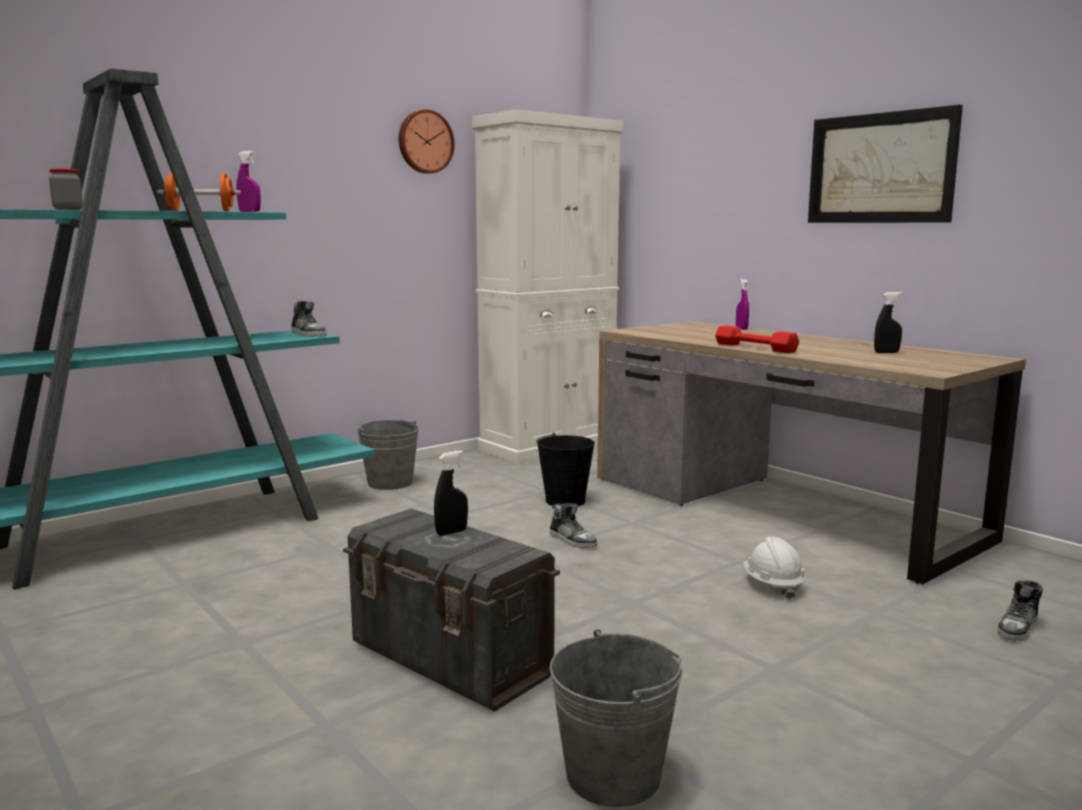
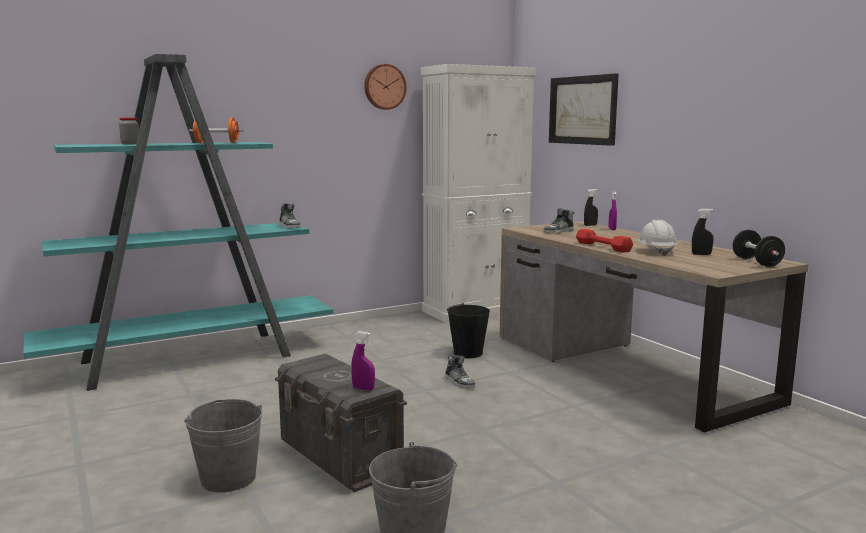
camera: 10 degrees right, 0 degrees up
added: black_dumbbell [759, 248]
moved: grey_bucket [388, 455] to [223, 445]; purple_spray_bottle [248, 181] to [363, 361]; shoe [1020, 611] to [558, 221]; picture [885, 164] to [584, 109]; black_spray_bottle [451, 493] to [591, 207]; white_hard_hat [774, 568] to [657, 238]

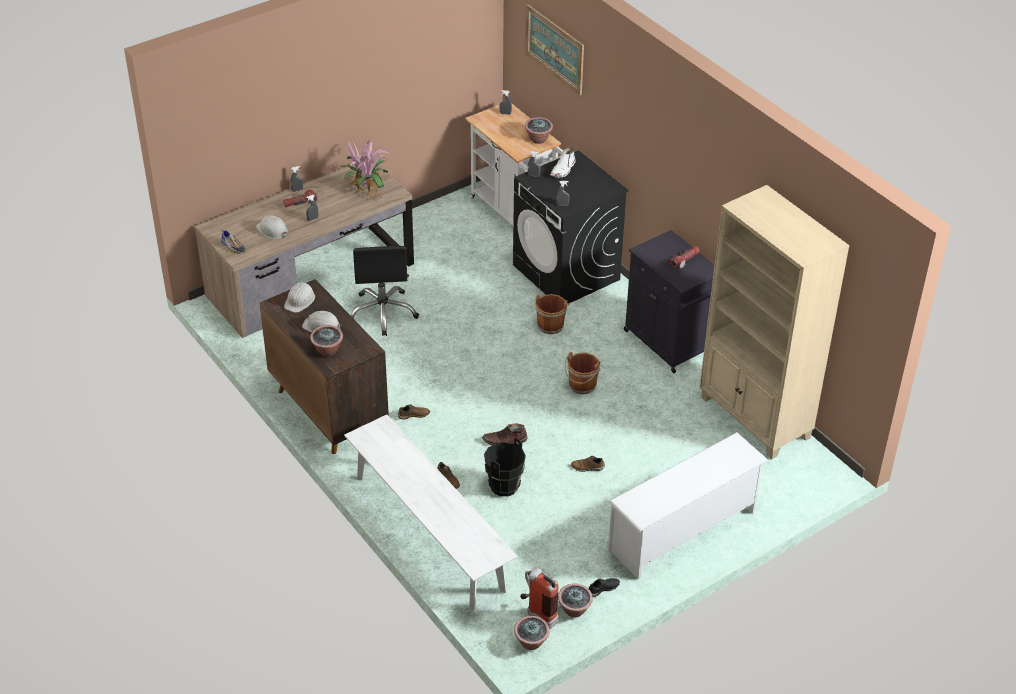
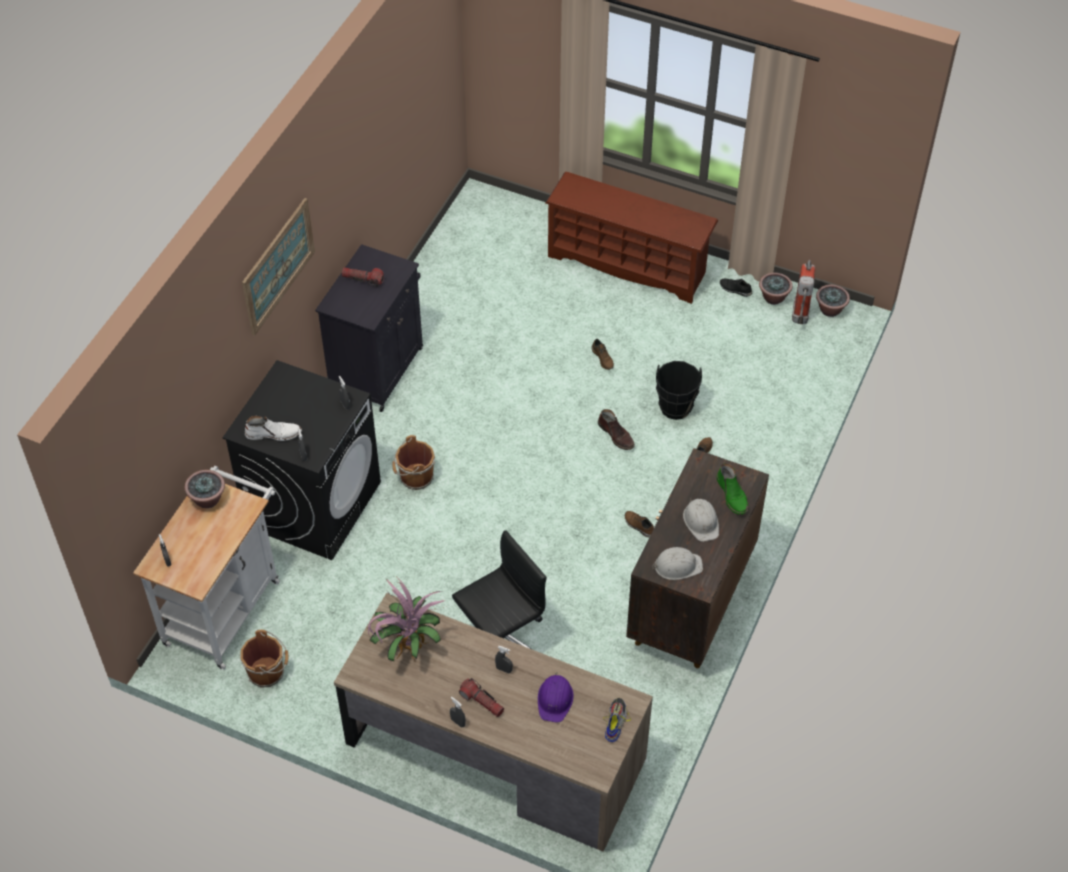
camera: 120 degrees left, 10 degrees up
removed: white_bench [431, 512]; beige_bookcase [775, 322]
moved: brown_bucket [583, 373] to [264, 659]; picture [554, 49] to [278, 267]
replaced: potted_plant [326, 341] to green_boot [732, 489]
recoloured: white_hard_hat [272, 227] to purple_hard_hat [556, 697]; white_shoe_rack [688, 505] to brown_shoe_rack [632, 238]

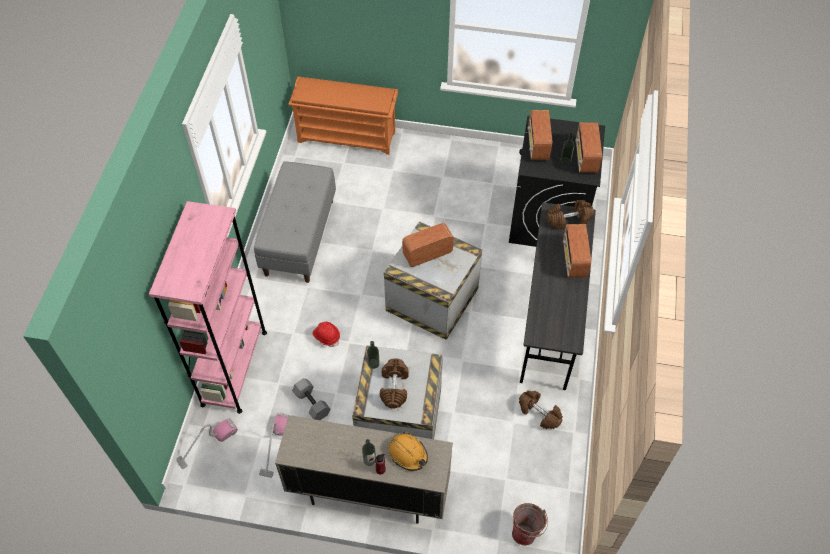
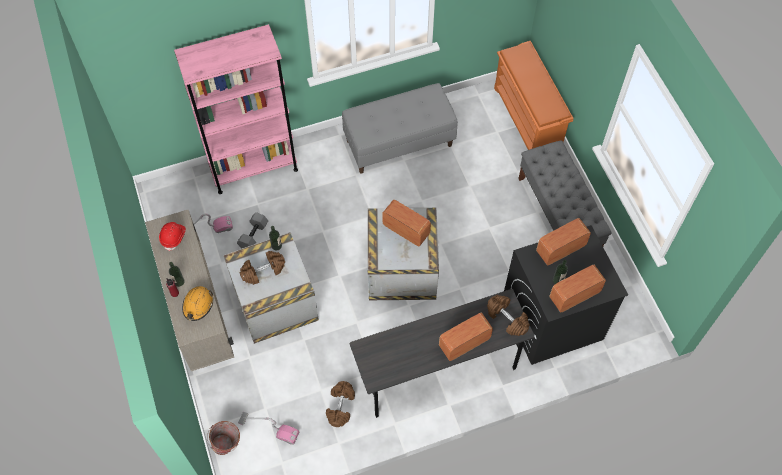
camera: 60 degrees right, 5 degrees up
added: grey_bench [565, 193]
moved: red_hard_hat [326, 334] to [172, 236]; vacuum_cleaner [207, 444] to [269, 428]

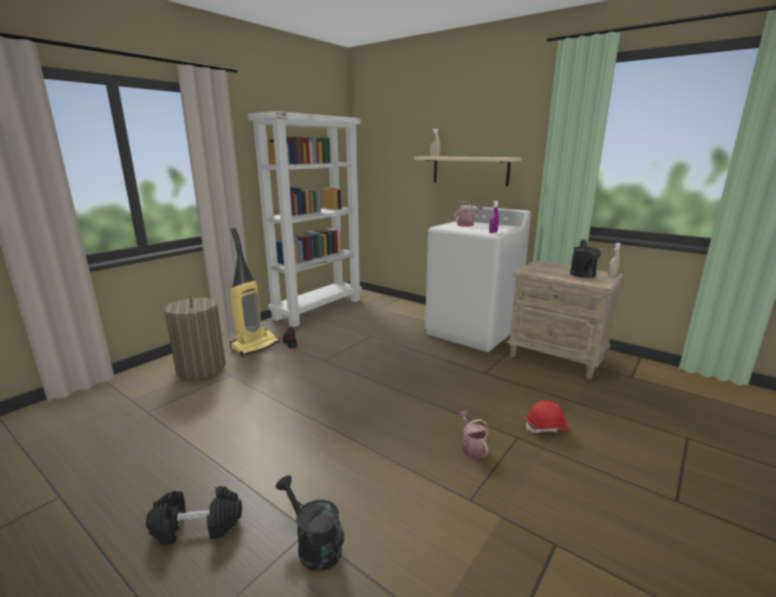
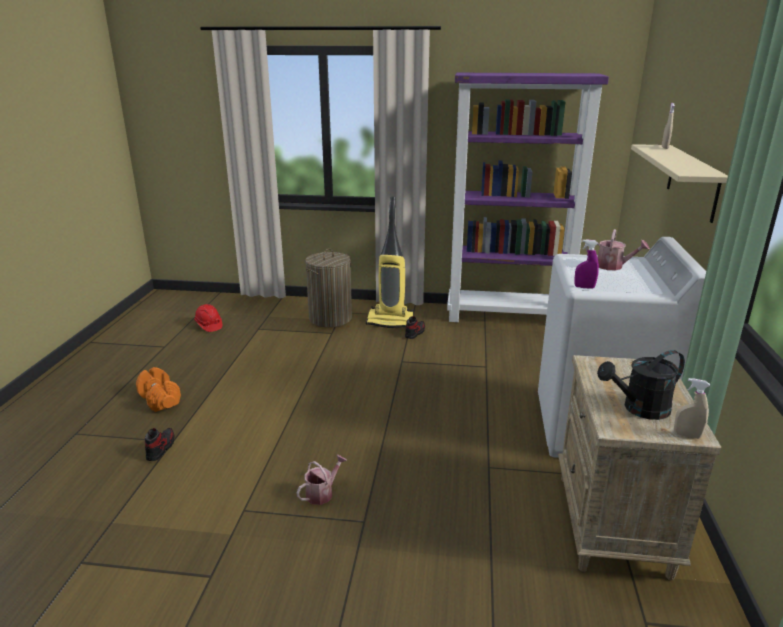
camera: 60 degrees right, 5 degrees up
moved: red_hard_hat [548, 416] to [208, 318]
replaced: black_watering_can [310, 523] to shoe [159, 444]
recoloured: black_dumbbell [194, 515] to orange_dumbbell [158, 389]; white_bookcase [304, 219] to purple_bookcase [528, 197]

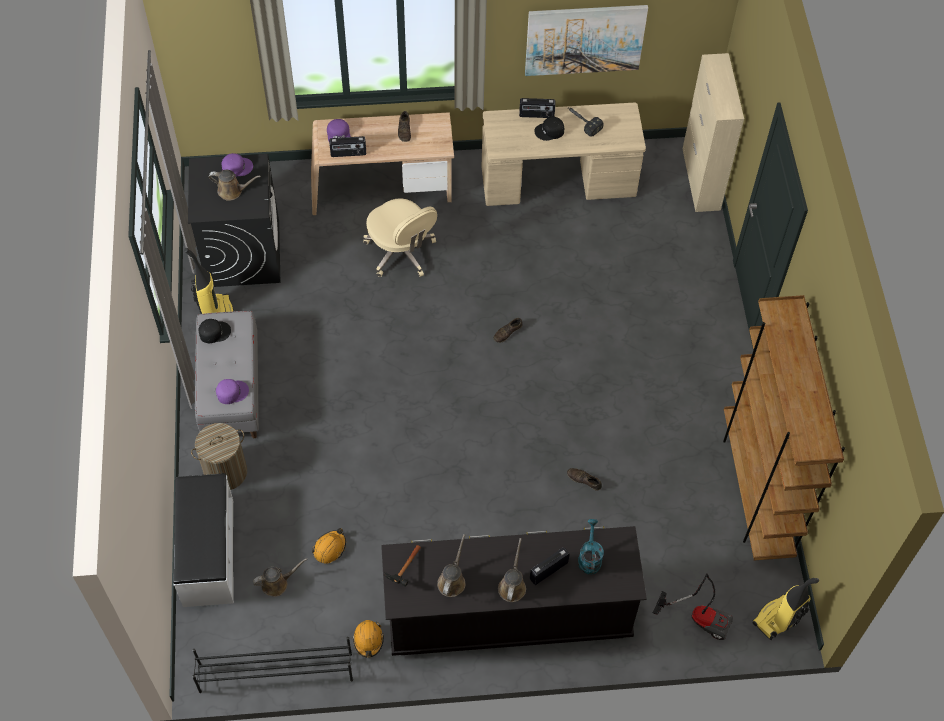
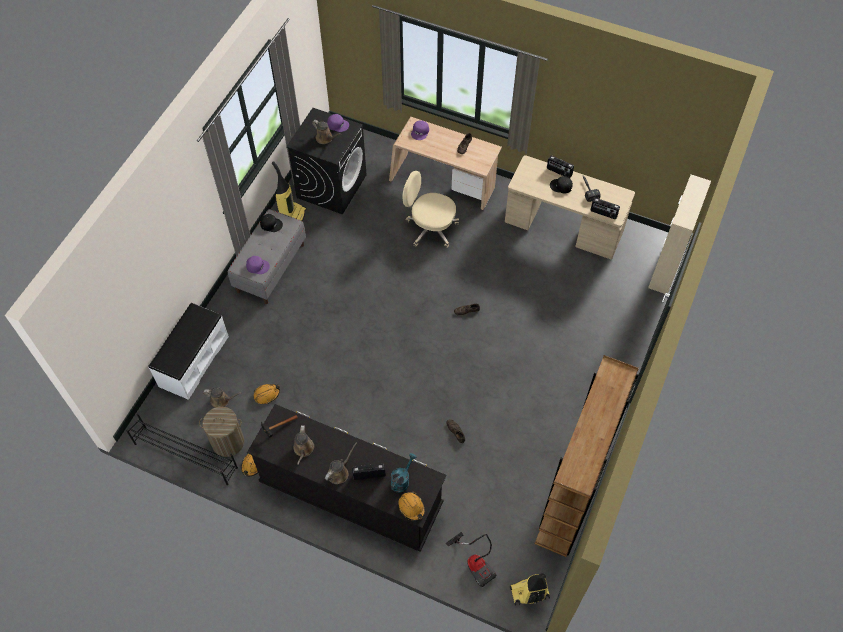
camera: 30 degrees right, 0 degrees up
removed: picture [586, 40]
added: orange_hard_hat [411, 506]
moved: laundry_basket [219, 456] to [221, 432]; radio [347, 146] to [605, 208]
turned: brown_watering_can [451, 565] = [304, 445] 135 degrees clockwise; beige_office_chair [400, 237] = [430, 209] 120 degrees clockwise

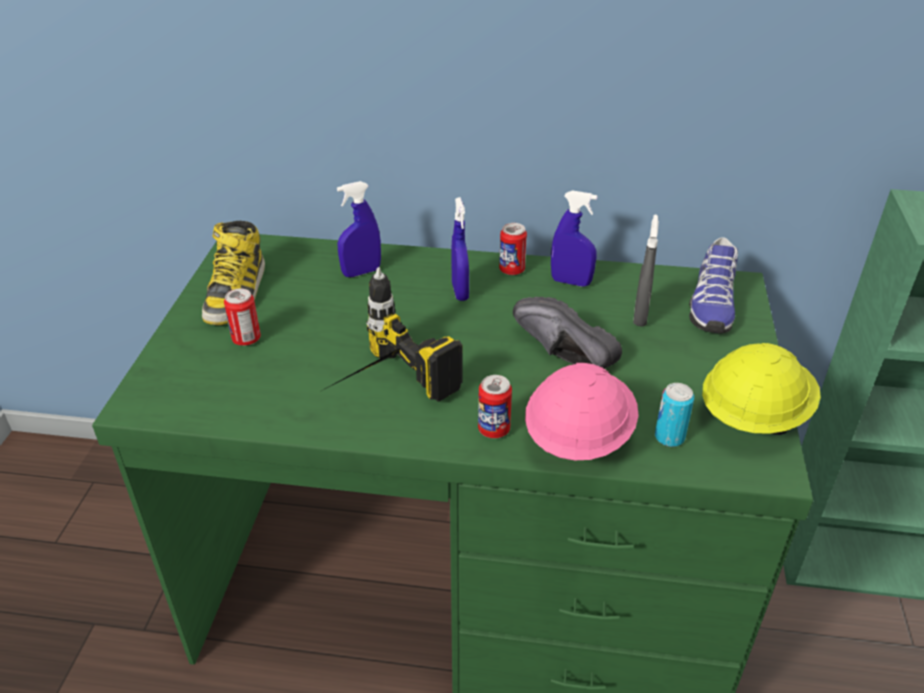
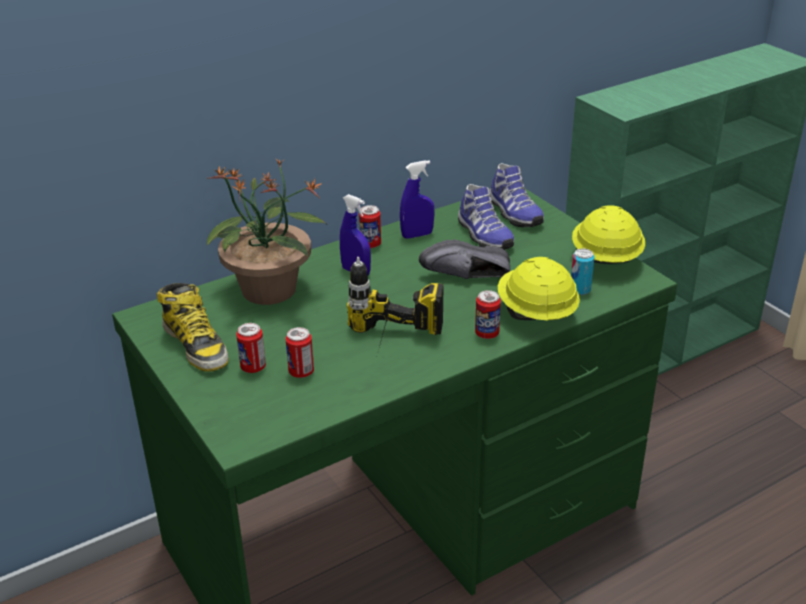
camera: 40 degrees left, 5 degrees down
added: can [299, 352]
replaced: blue_spray_bottle [359, 229] to potted_plant [266, 232]; grey_spray_bottle [646, 271] to shoe [486, 217]
recoloured: pink_hard_hat [582, 411] to yellow_hard_hat [539, 288]

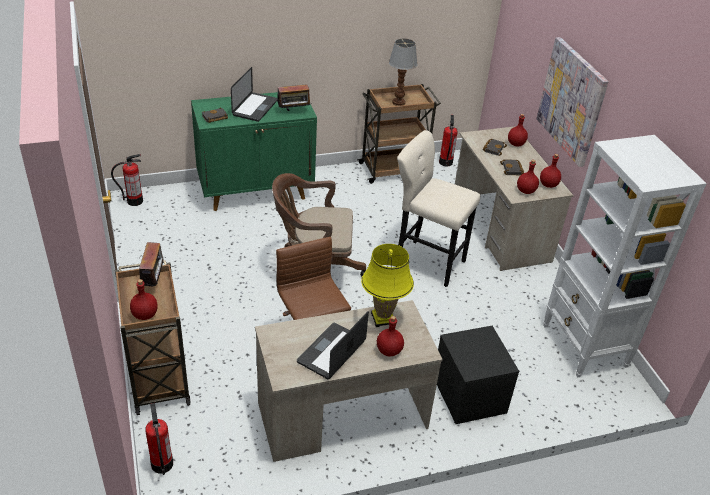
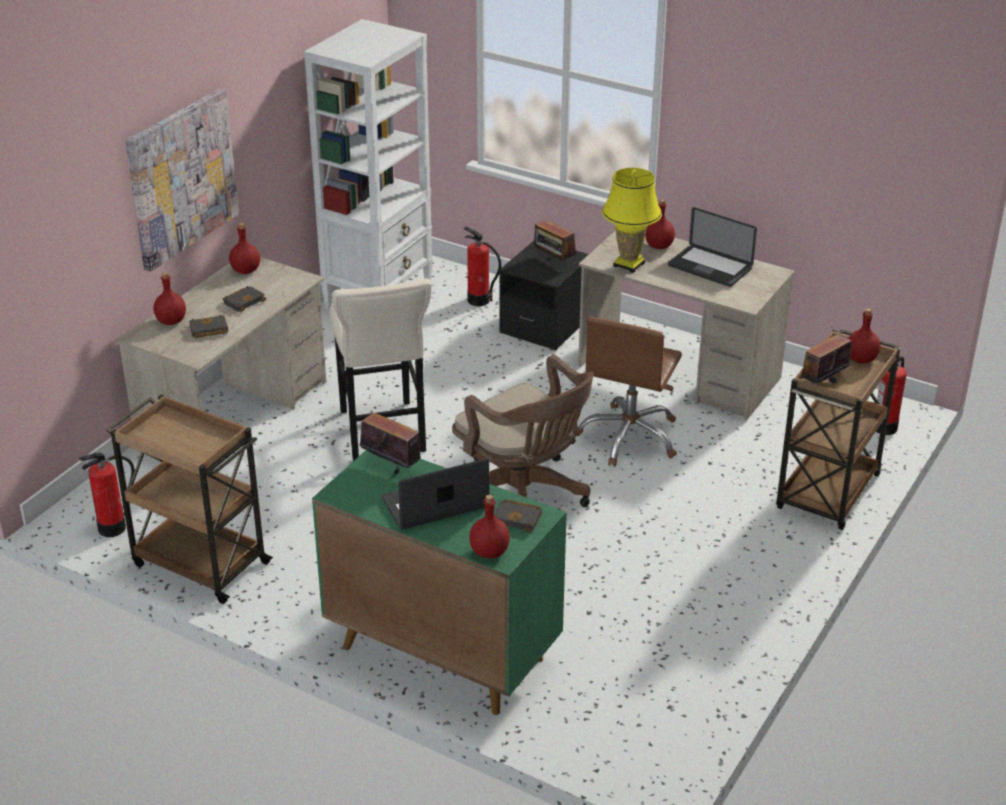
camera: 130 degrees left, 5 degrees down
removed: table_lamp [403, 72]
added: radio [555, 240]
moved: fire_extinguisher [127, 180] to [482, 266]; red_bottle [528, 177] to [489, 526]
turned: laptop [333, 345] = [712, 247] 45 degrees clockwise

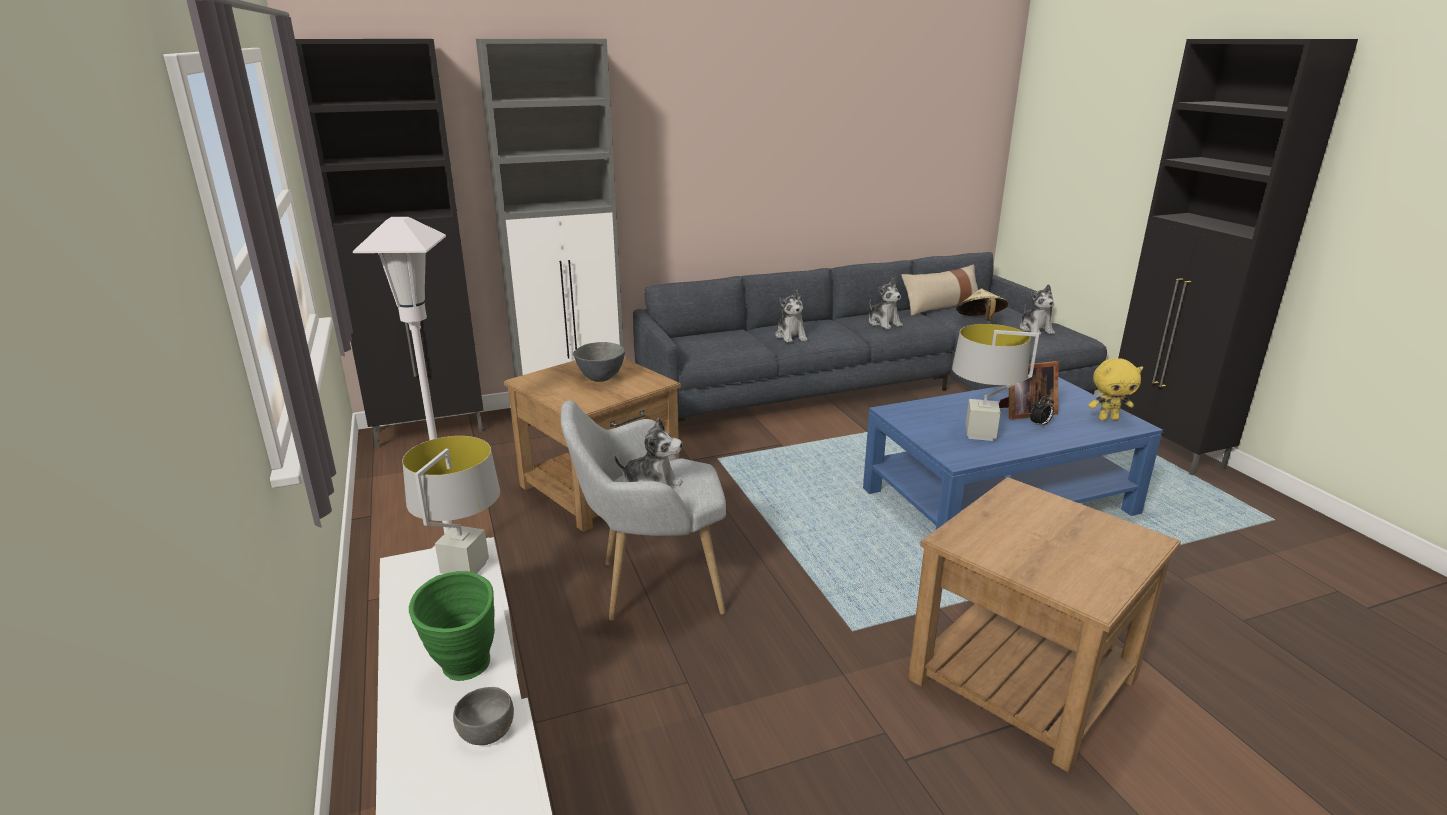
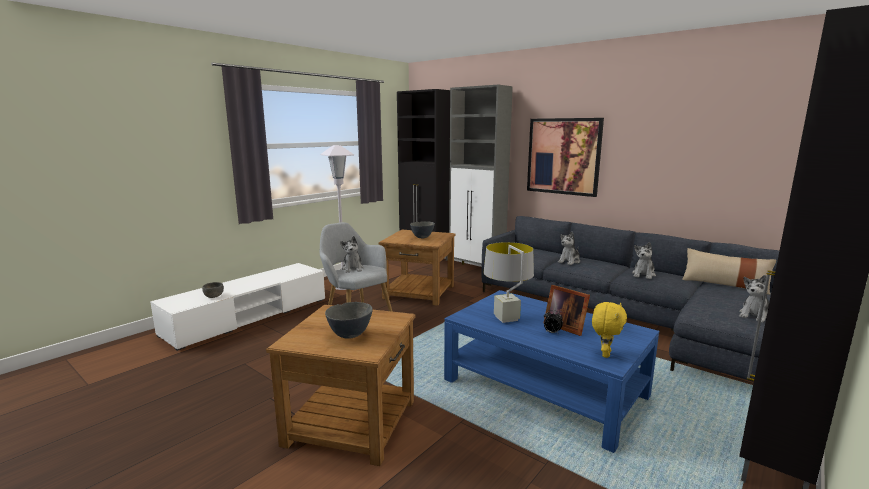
camera: 60 degrees right, 10 degrees down
removed: grey_table_lamp [451, 505]; green_vase [452, 626]; beige_hat [982, 304]
added: grey_bowl [349, 320]; picture [565, 157]
turned: yellow_plush_toy [1115, 389] = [609, 330] 120 degrees counterclockwise

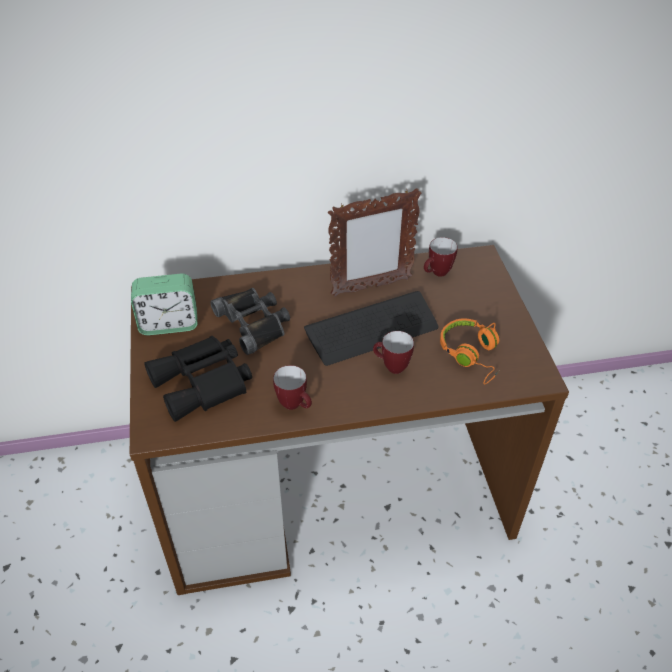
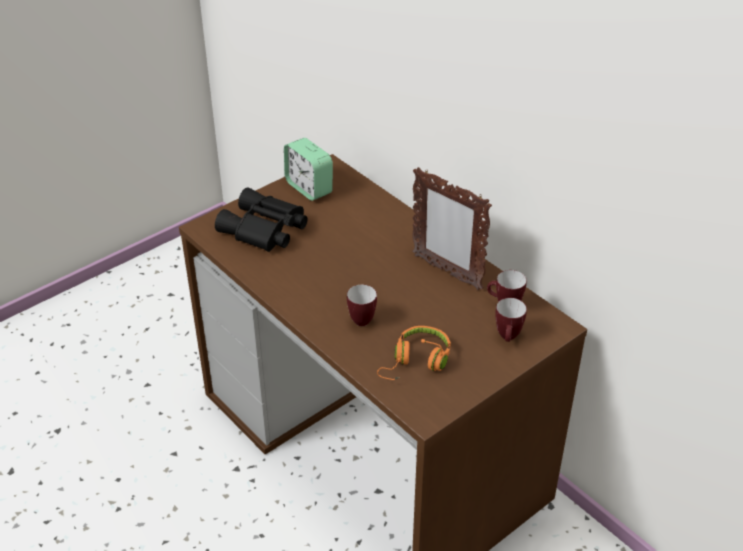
camera: 60 degrees right, 5 degrees down
removed: black_binoculars [250, 321]; keyboard [371, 328]
moved: mug [292, 387] to [511, 320]

